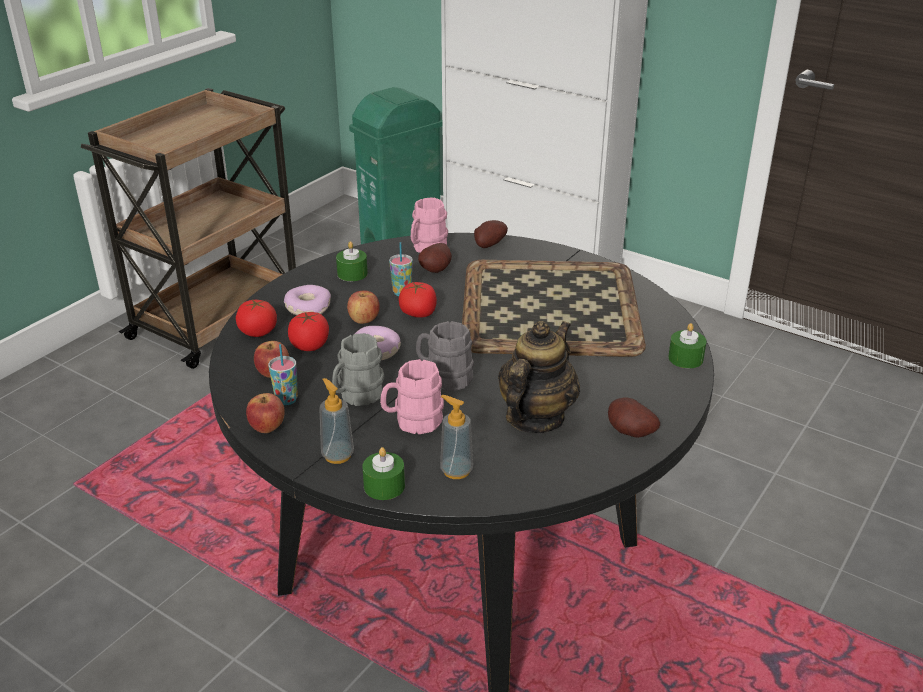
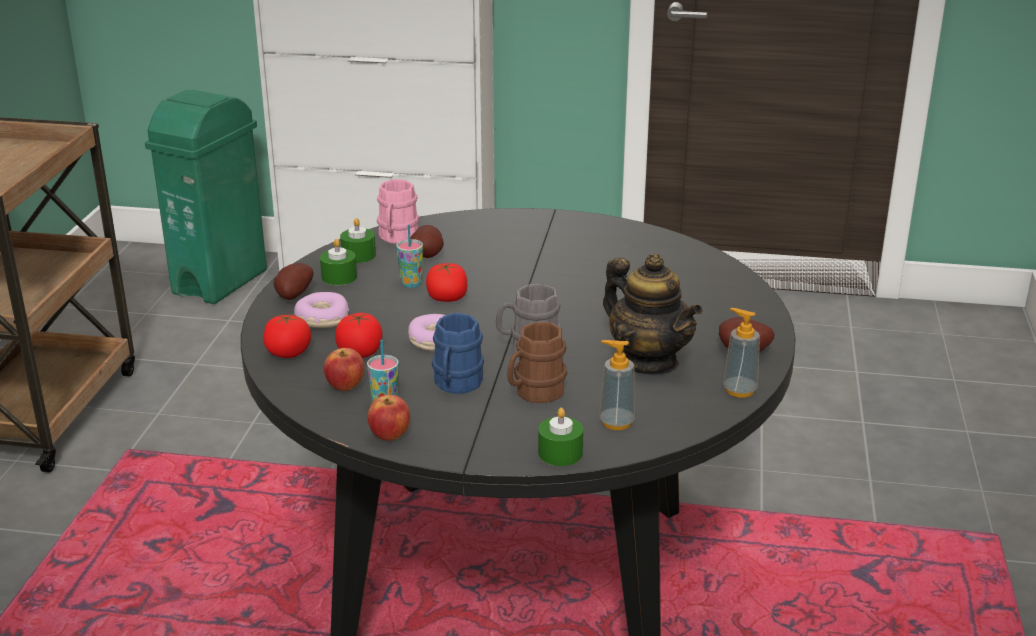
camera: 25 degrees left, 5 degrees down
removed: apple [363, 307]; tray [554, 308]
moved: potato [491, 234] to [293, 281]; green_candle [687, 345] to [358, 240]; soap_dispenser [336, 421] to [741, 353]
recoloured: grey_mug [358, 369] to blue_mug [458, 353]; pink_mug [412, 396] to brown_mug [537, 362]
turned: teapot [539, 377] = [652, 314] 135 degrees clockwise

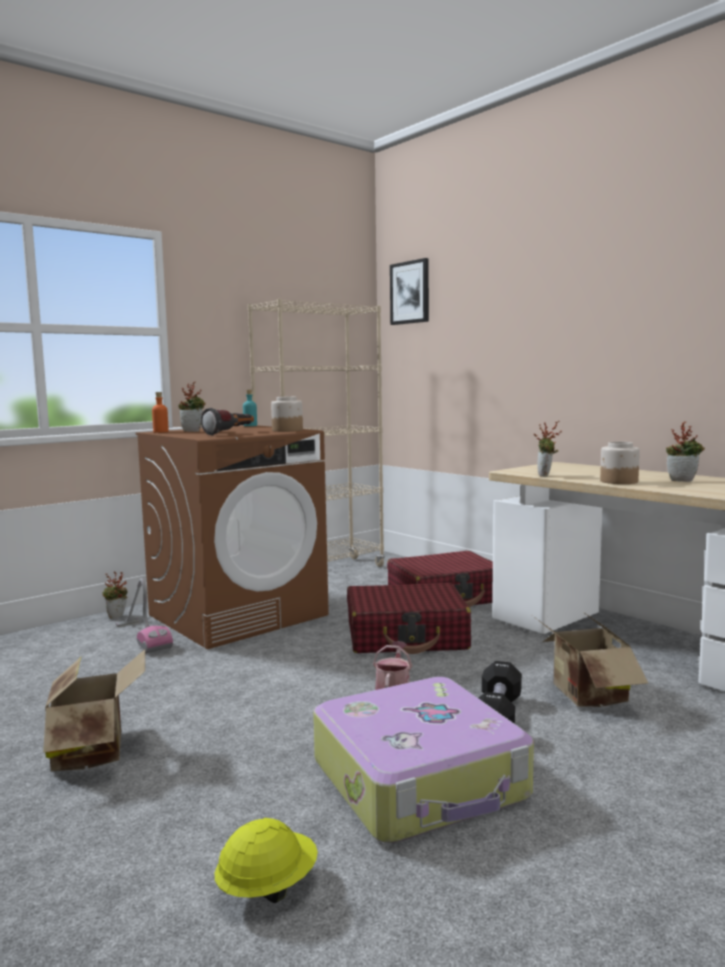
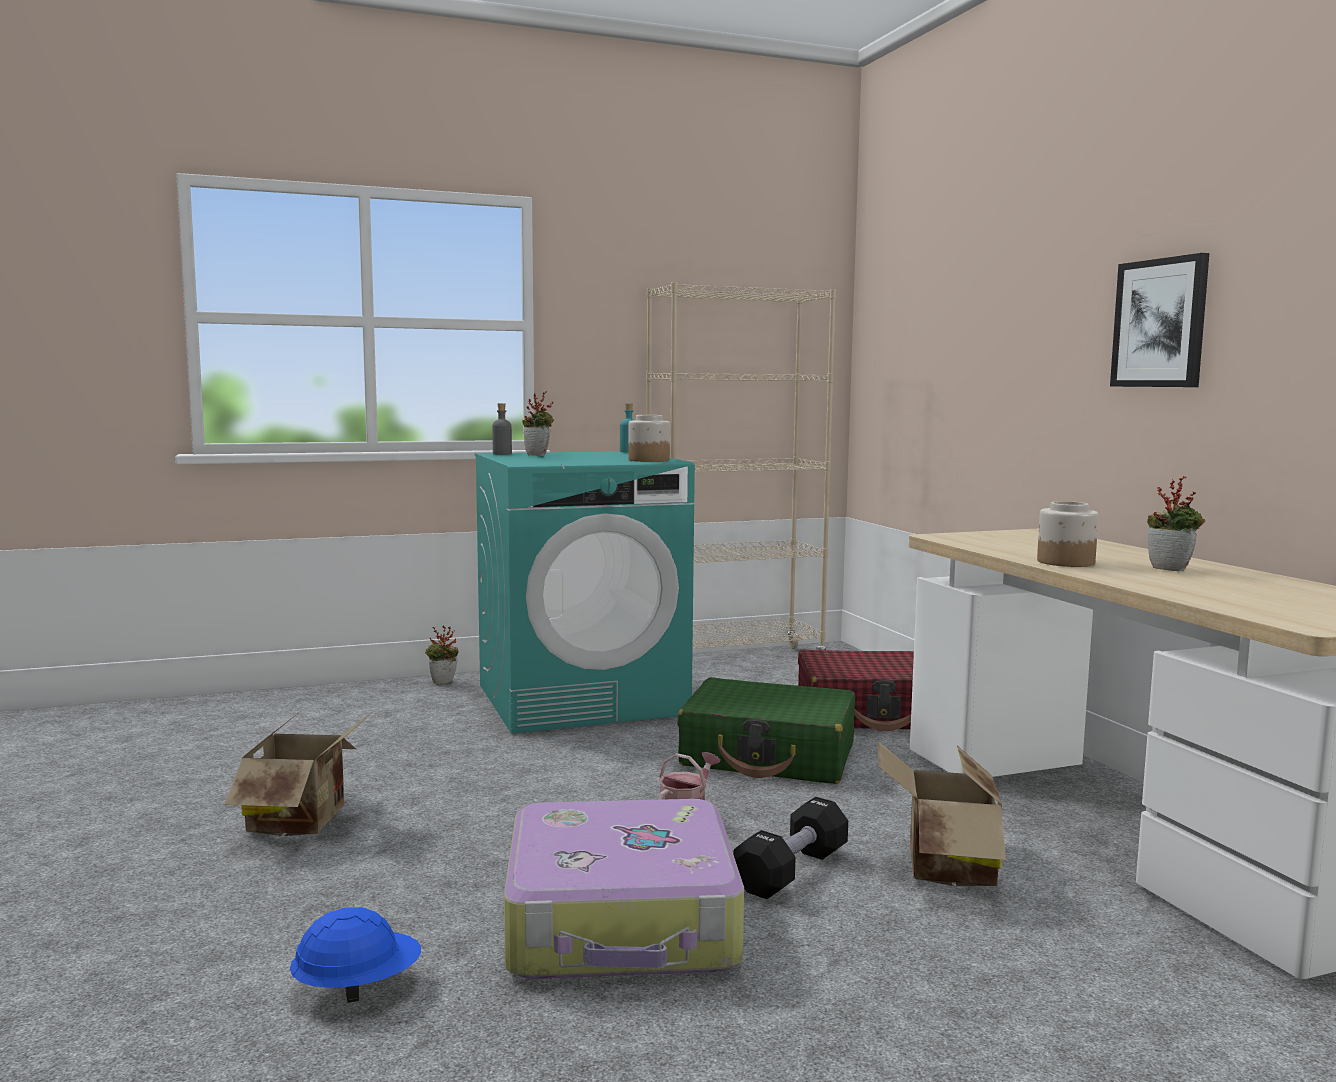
camera: 20 degrees right, 0 degrees up
removed: vacuum_cleaner [144, 616]; flashlight [227, 421]; potted_plant [548, 449]
moved: picture [409, 291] to [1159, 320]
recoloured: yellow_hard_hat [266, 860] to blue_hard_hat [355, 955]; brown_washing_machine [232, 537] to turquoise_washing_machine [585, 592]; orange_bottle [160, 412] to grey_bottle [502, 429]; red_suitcase [409, 618] to green_suitcase [766, 730]

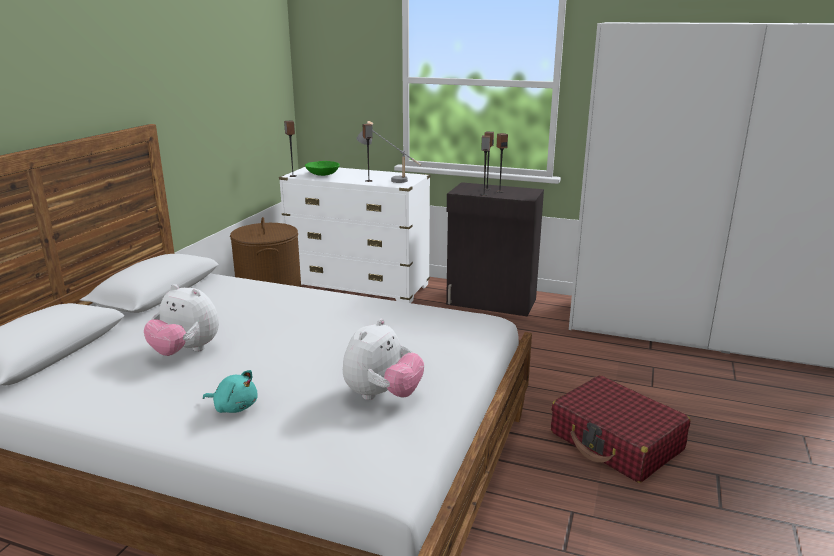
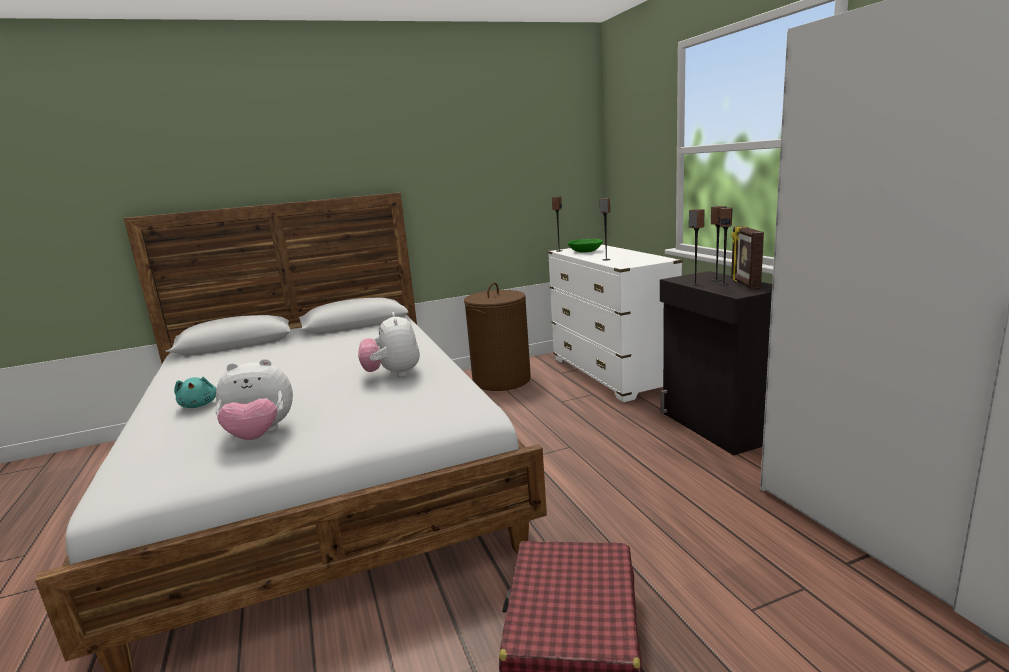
camera: 50 degrees right, 5 degrees down
removed: grey_table_lamp [389, 152]
added: picture_frame [747, 257]
moved: plush_toy [181, 320] to [389, 344]

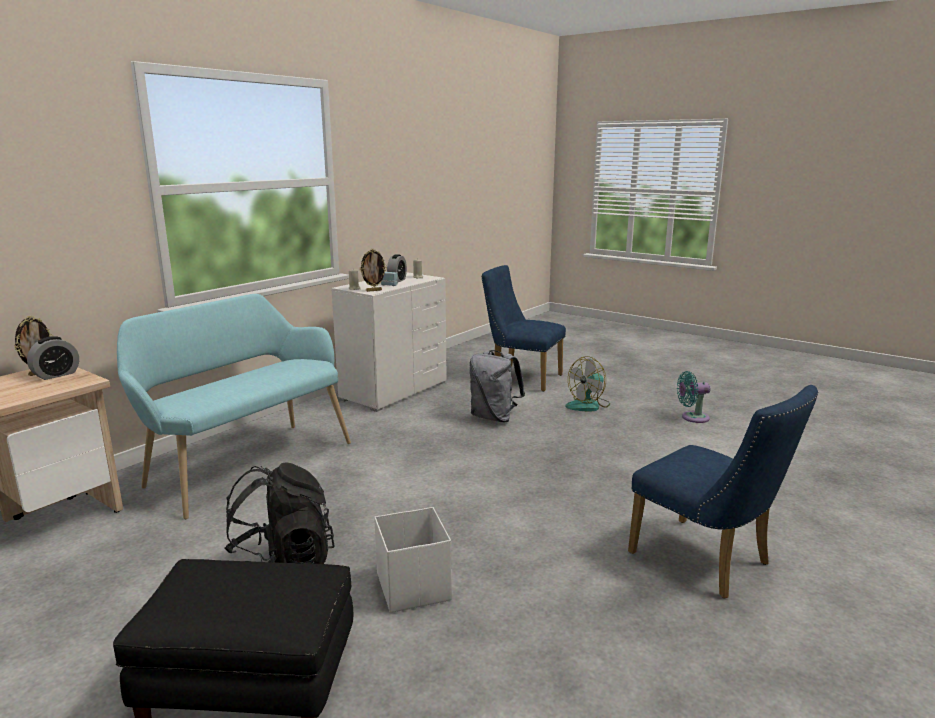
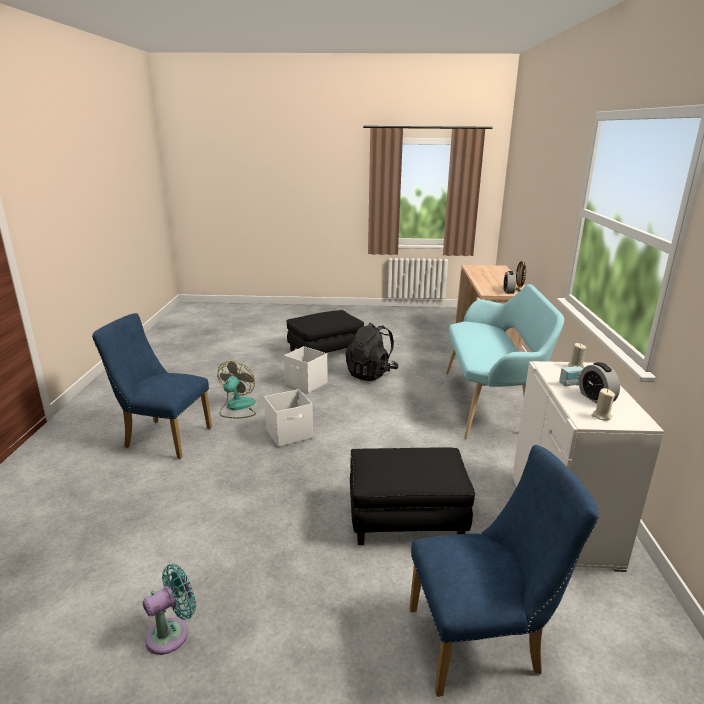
camera: 145 degrees right, 5 degrees up
removed: picture_frame [373, 270]
added: white_storage_box [288, 418]
moved: fan [588, 383] to [237, 389]
replaced: grey_backpack [497, 386] to black_ottoman [412, 496]

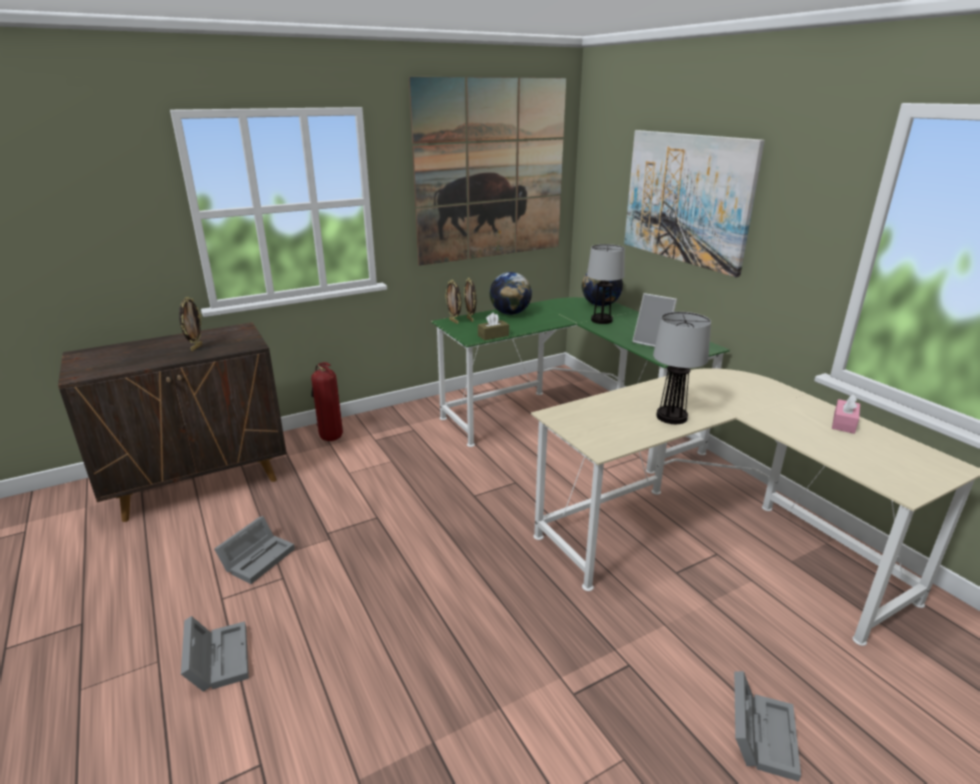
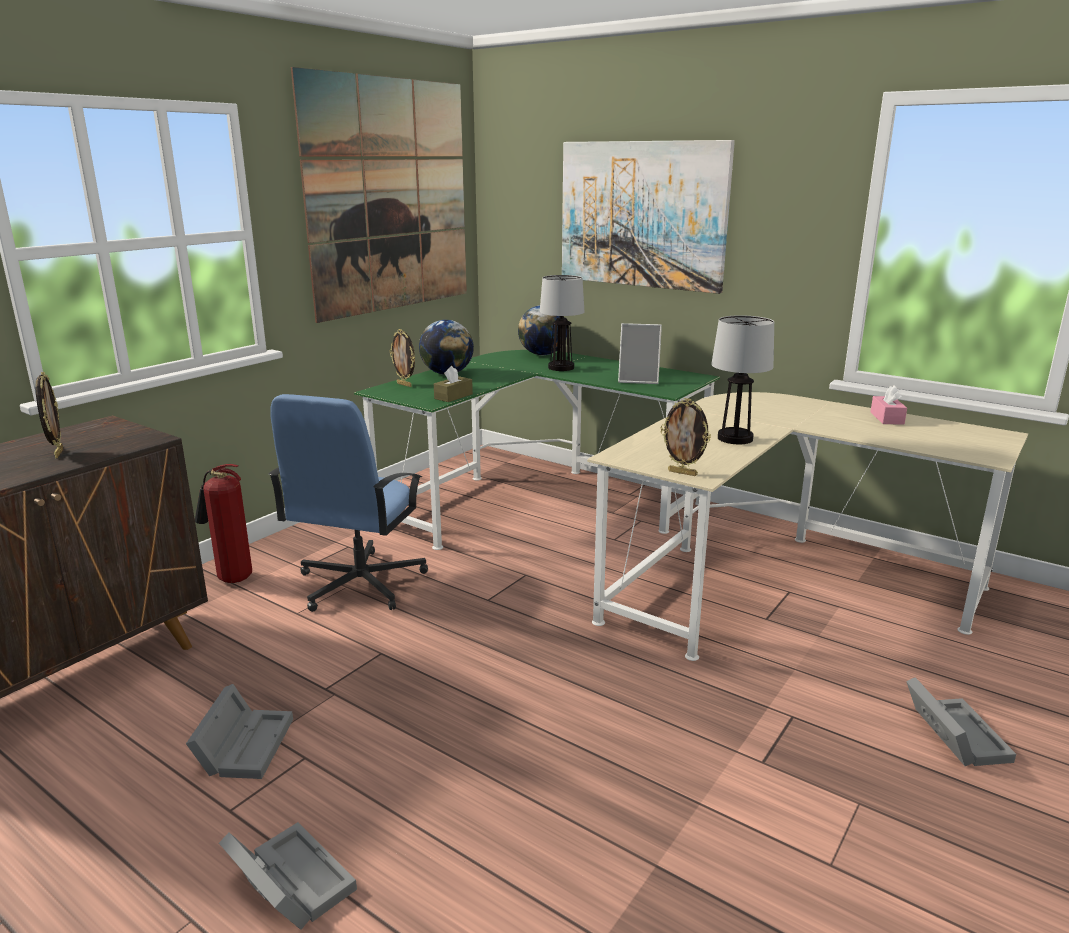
camera: 25 degrees left, 5 degrees down
added: blue_office_chair [348, 503]
moved: picture_frame [453, 302] to [686, 437]

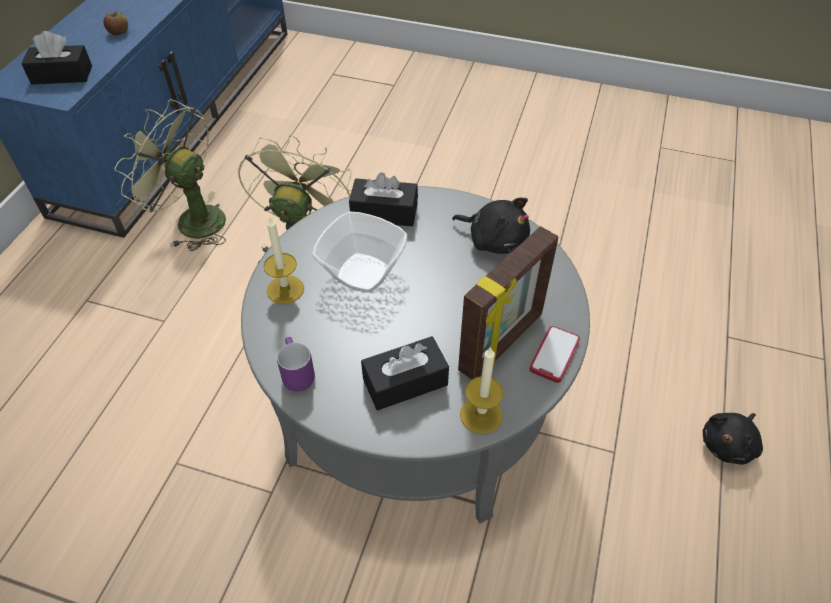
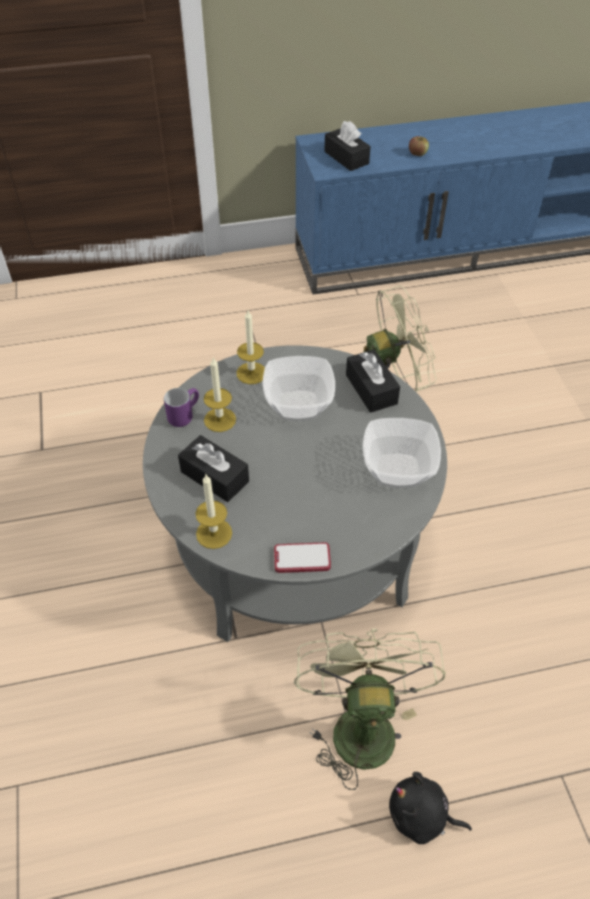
camera: 60 degrees right, 0 degrees up
removed: picture_frame [508, 303]
added: candle [220, 394]
moved: green_fan [170, 175] to [370, 709]
replaced: black_plush_toy [491, 226] to bowl [402, 453]

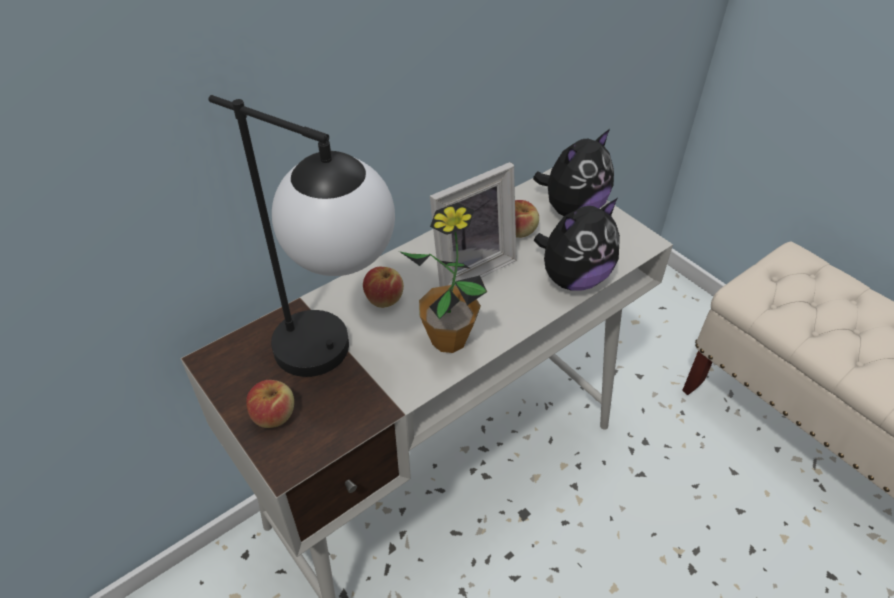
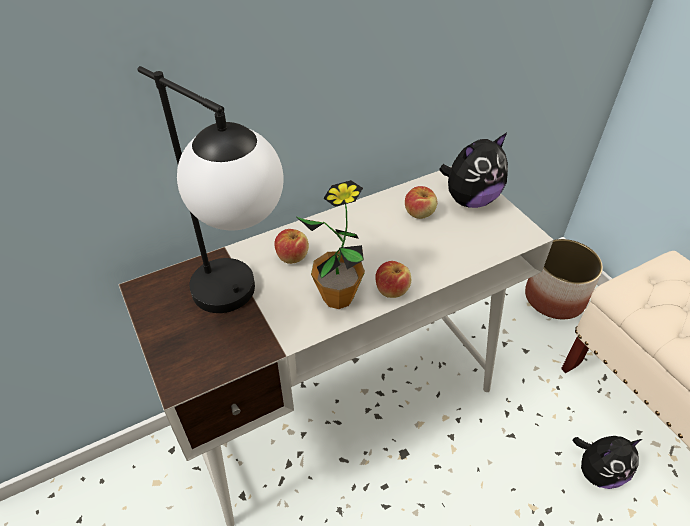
camera: 10 degrees right, 0 degrees up
removed: picture_frame [473, 224]
added: planter [564, 279]
moved: apple [270, 404] to [393, 279]; plush_toy [577, 244] to [607, 462]

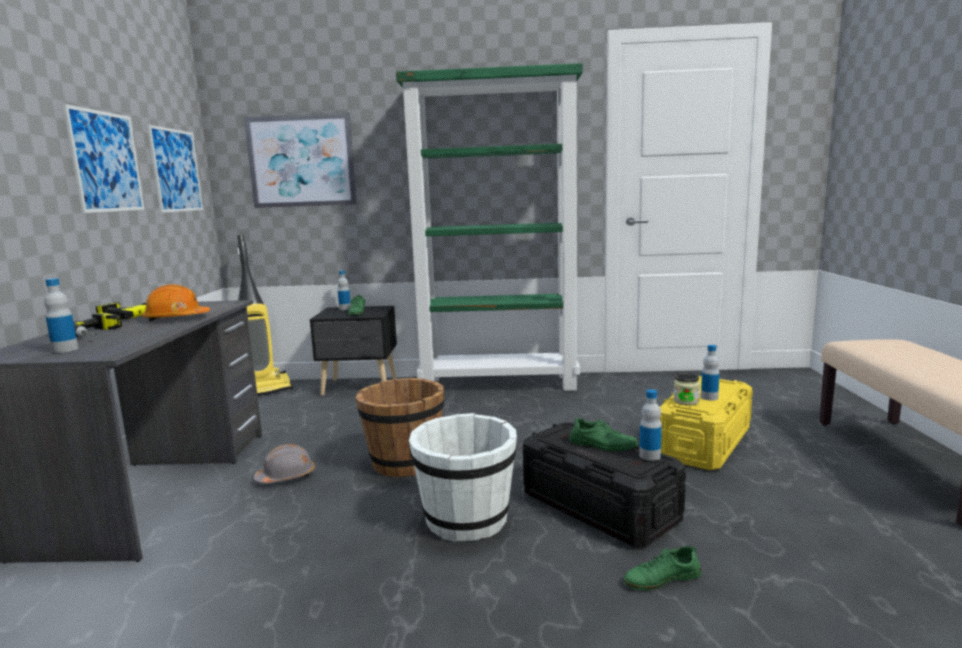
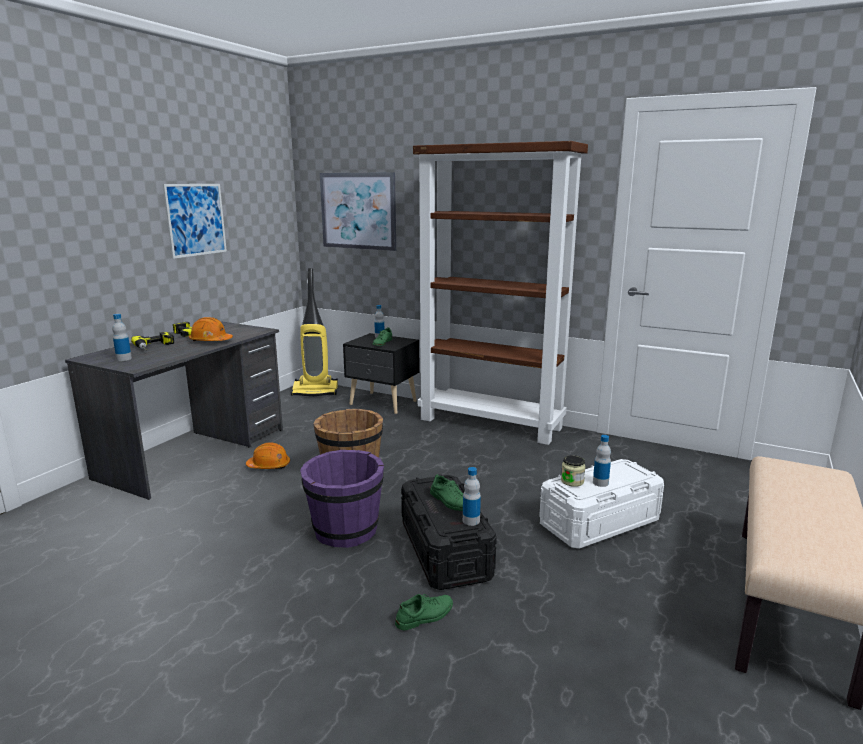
camera: 25 degrees right, 5 degrees up
removed: picture [175, 169]
recoloured: grey_hard_hat [284, 464] to orange_hard_hat [268, 455]; white_bucket [463, 477] to purple_bucket [342, 499]; green_bookcase [489, 227] to brown_bookcase [500, 293]; yellow_storage_box [706, 423] to white_storage_box [601, 504]
turned: green_shoe [662, 568] = [424, 612] 135 degrees clockwise

